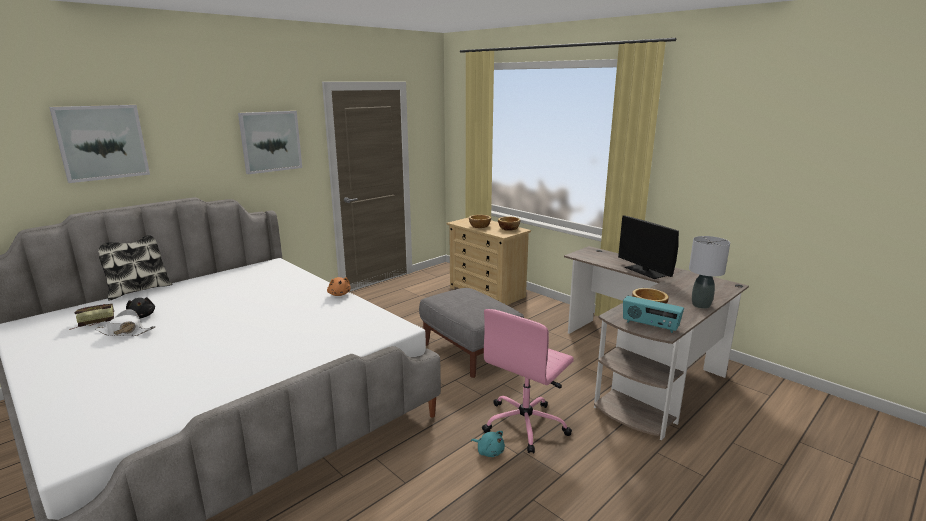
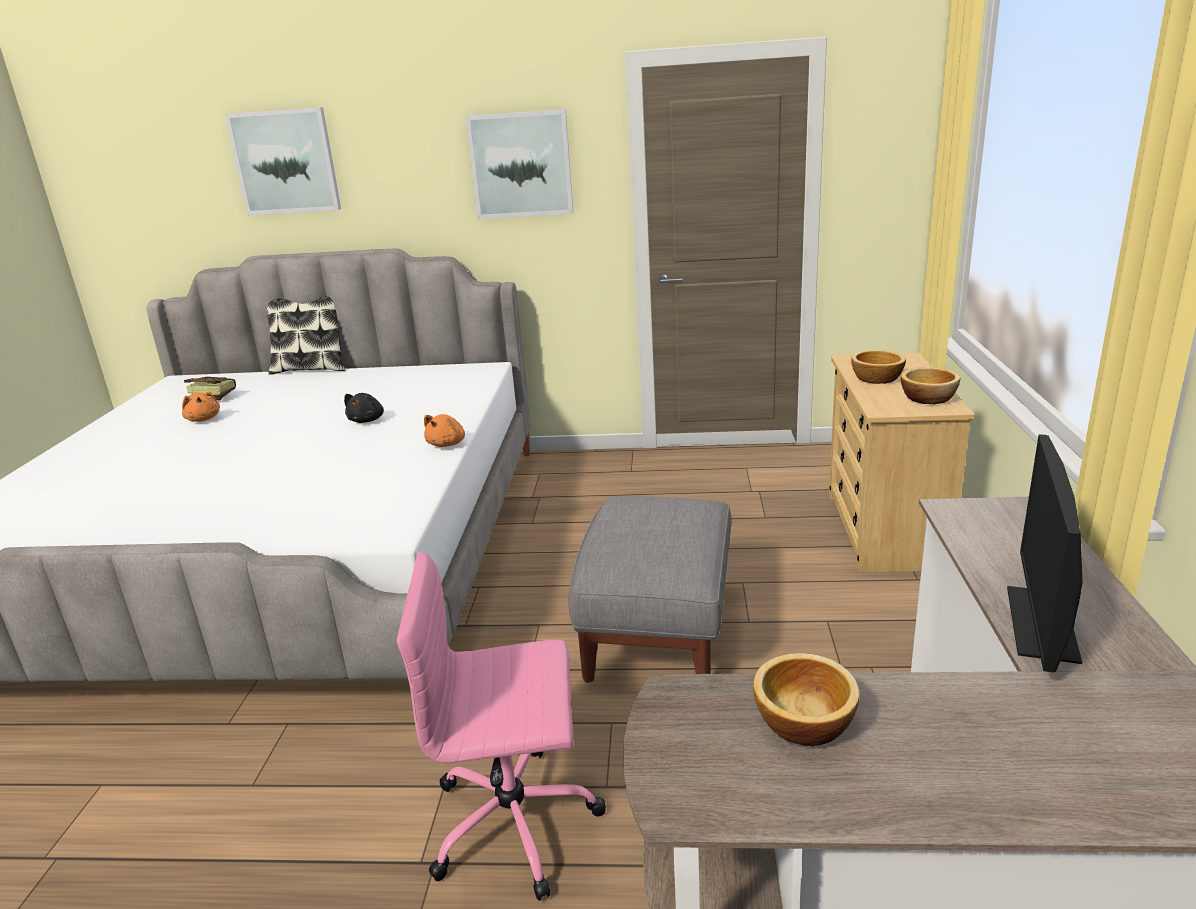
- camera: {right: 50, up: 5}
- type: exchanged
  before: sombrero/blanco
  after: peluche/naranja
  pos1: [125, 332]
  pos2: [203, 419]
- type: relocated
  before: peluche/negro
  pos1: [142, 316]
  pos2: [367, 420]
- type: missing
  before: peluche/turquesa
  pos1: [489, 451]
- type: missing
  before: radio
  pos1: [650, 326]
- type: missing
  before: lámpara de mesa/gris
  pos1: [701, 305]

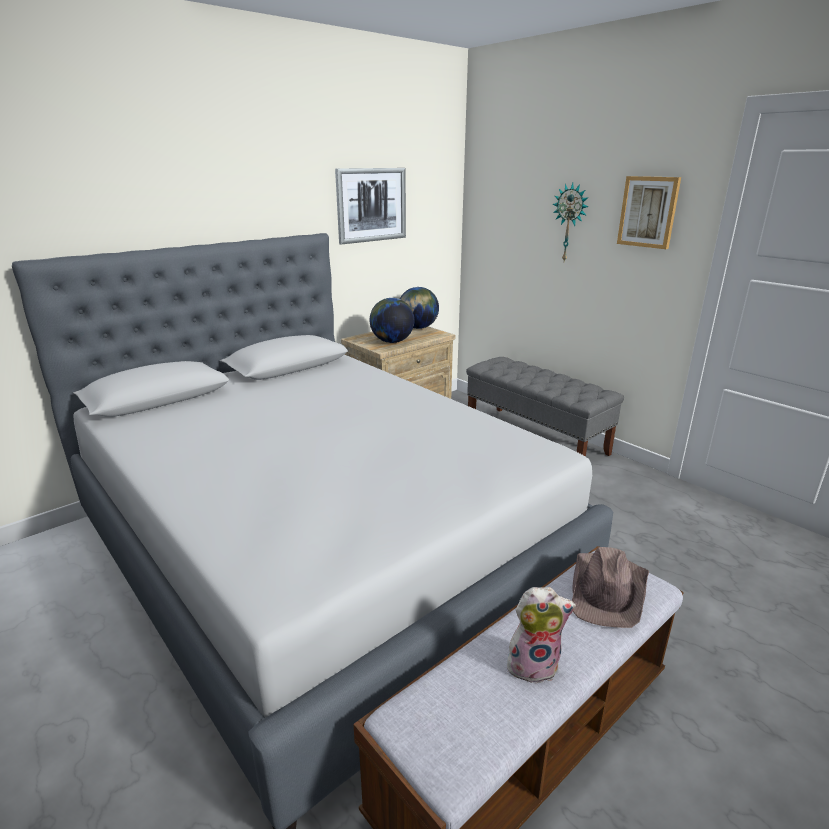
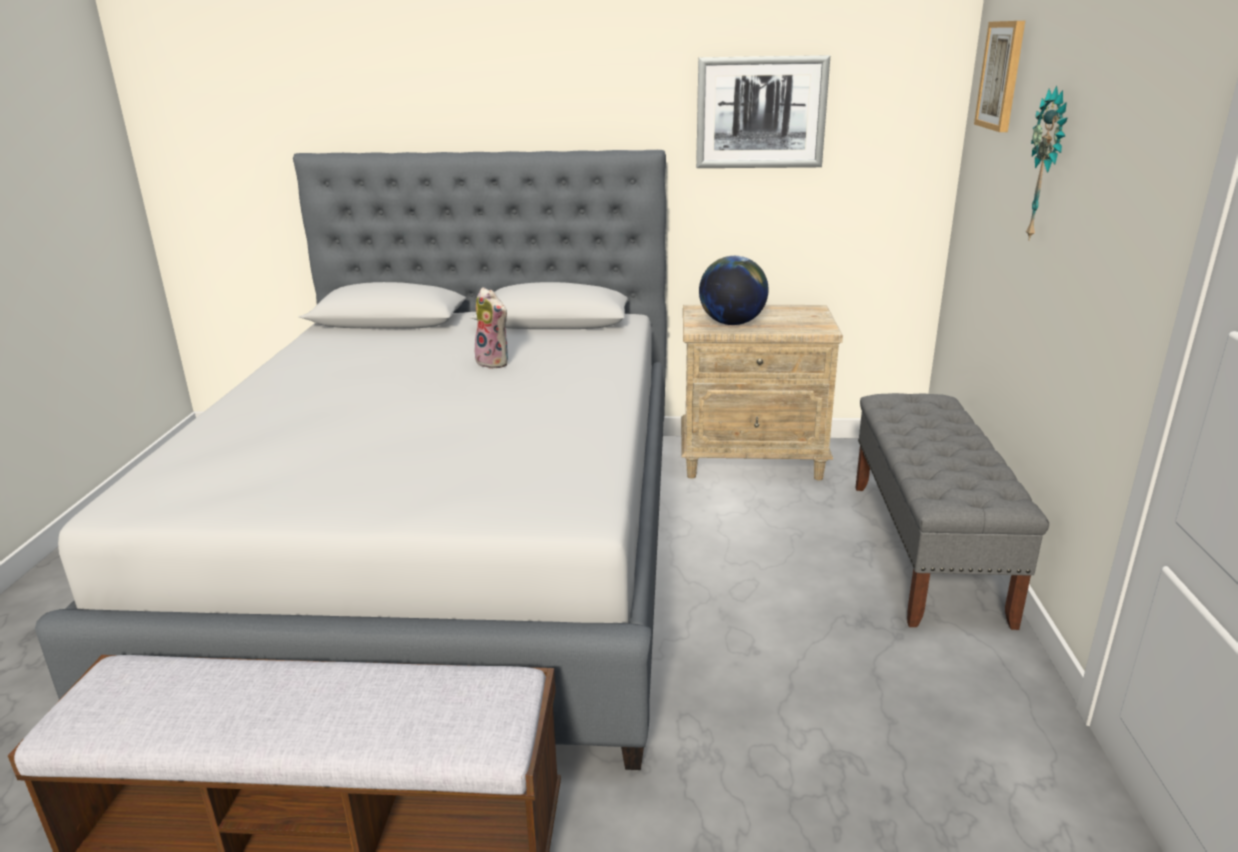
- camera: {right: 45, up: 0}
- type: relocated
  before: peluche
  pos1: [533, 664]
  pos2: [495, 362]
- type: relocated
  before: cuadro
  pos1: [648, 212]
  pos2: [1001, 75]
- type: missing
  before: globo terráqueo
  pos1: [418, 328]
- type: missing
  before: sombrero/marrón
  pos1: [608, 590]

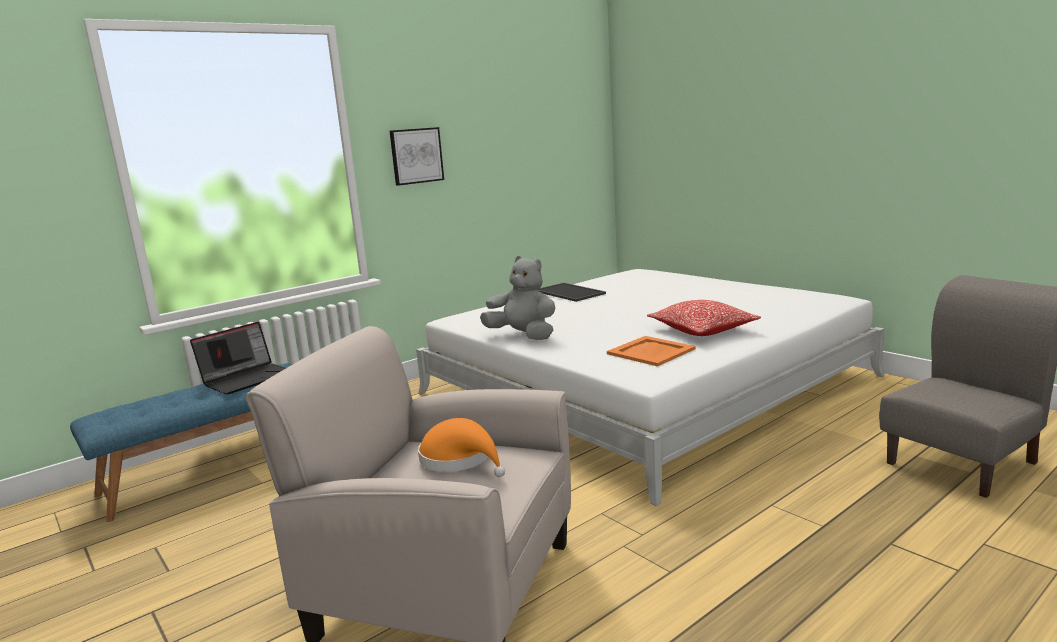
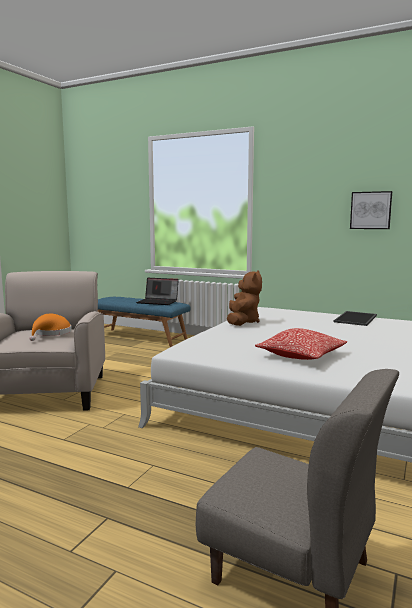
- camera: {right: 65, up: -5}
- type: colour
  before: peluche/gris
  after: peluche/marrón
  pos1: [523, 336]
  pos2: [242, 322]
- type: relocated
  before: cuadro
  pos1: [416, 156]
  pos2: [370, 210]
- type: missing
  before: bandeja/naranja
  pos1: [650, 351]

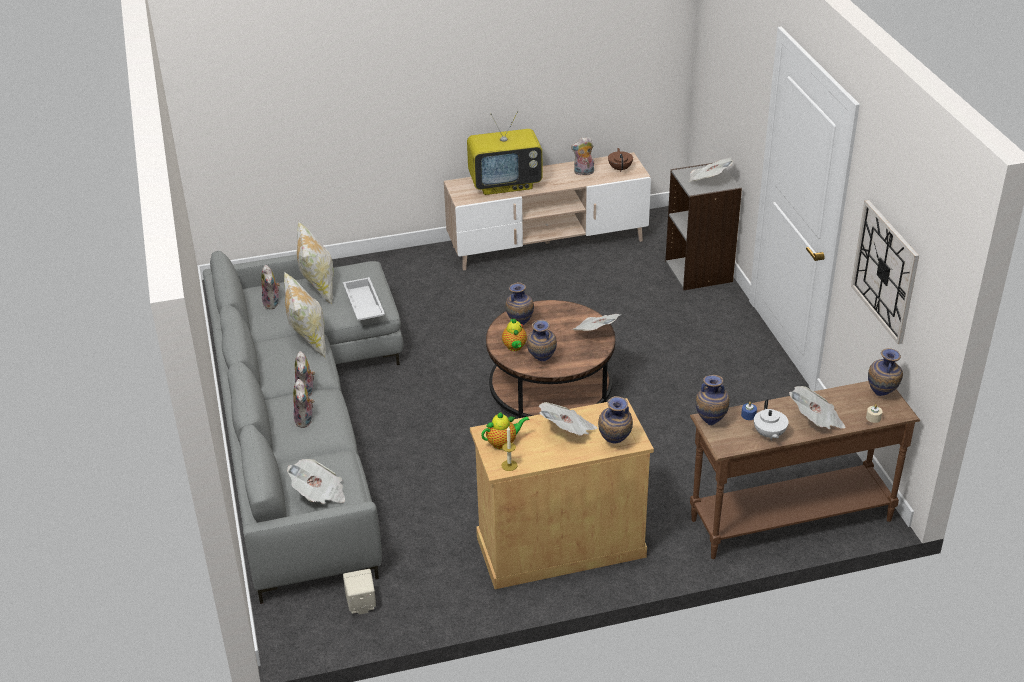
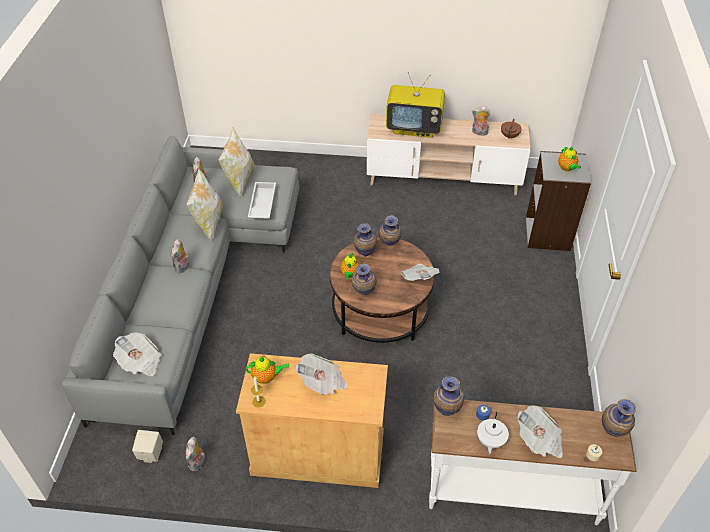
- camera: {right: 20, up: 10}
- type: relocated
  before: peluche
  pos1: [305, 420]
  pos2: [197, 463]
- type: relocated
  before: florero
  pos1: [614, 444]
  pos2: [389, 245]
- type: colour
  before: mesa consola/marrón
  after: mesa consola/blanco
  pos1: [790, 518]
  pos2: [512, 491]
- type: exchanged
  before: periódico
  after: tetera
  pos1: [708, 180]
  pos2: [567, 168]
- type: missing
  before: reloj de pared
  pos1: [885, 271]

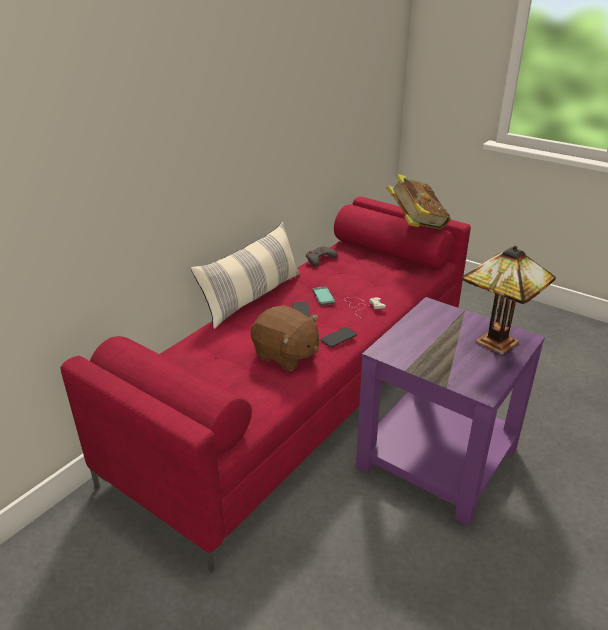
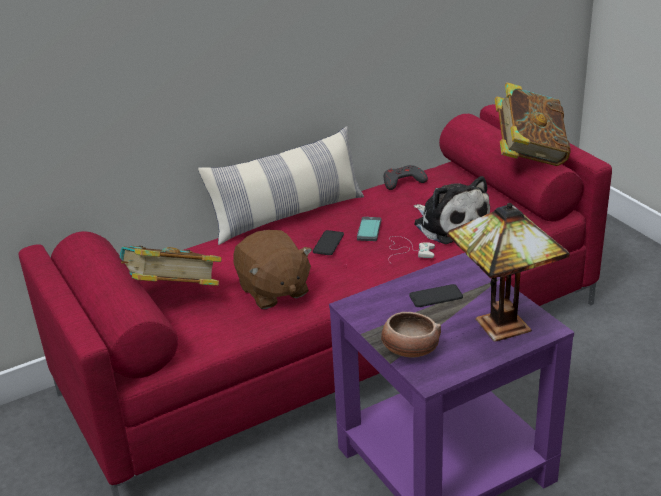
- camera: {right: 25, up: 0}
- type: appeared
  after: libro
  pos2: [171, 296]
- type: appeared
  after: cuenco
  pos2: [409, 350]
- type: relocated
  before: móvil
  pos1: [338, 337]
  pos2: [436, 296]
- type: appeared
  after: peluche
  pos2: [449, 223]

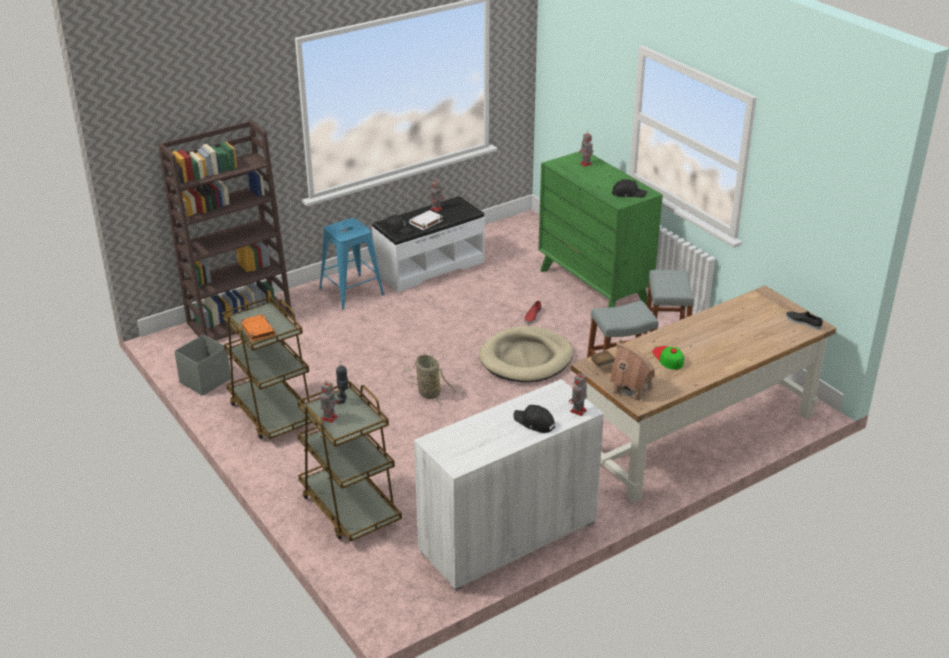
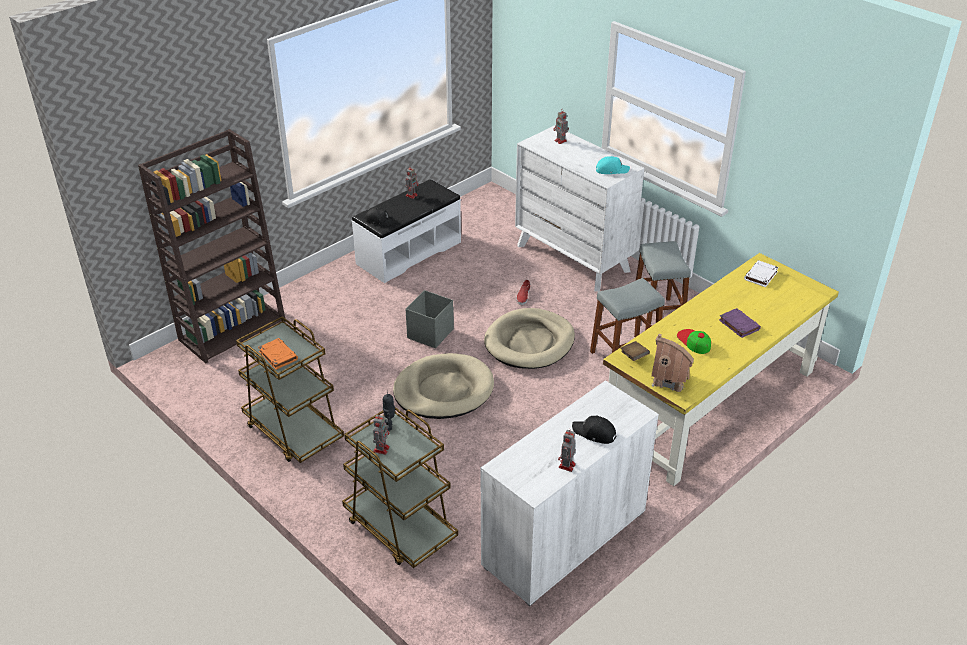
- camera: {right: -10, up: 5}
- type: exchanged
  before: cesta
  after: cama para perro/beis
  pos1: [427, 392]
  pos2: [443, 390]
- type: relocated
  before: caja de almacenaje/gris
  pos1: [206, 380]
  pos2: [431, 333]
- type: colour
  before: cómoda/verde
  after: cómoda/blanco
  pos1: [594, 286]
  pos2: [573, 258]
- type: relocated
  before: robot de juguete
  pos1: [577, 411]
  pos2: [566, 466]
- type: colour
  before: gorra/negro
  after: gorra/turquesa
  pos1: [628, 193]
  pos2: [611, 170]
- type: colour
  before: escritorio/marrón
  after: escritorio/amarillo
  pos1: [695, 434]
  pos2: [711, 405]
- type: appeared
  after: libro/morado
  pos2: [738, 325]
- type: relocated
  before: libro/blanco
  pos1: [426, 222]
  pos2: [761, 276]
- type: missing
  before: taburete/azul
  pos1: [351, 292]
- type: missing
  before: zapato/negro
  pos1: [803, 322]

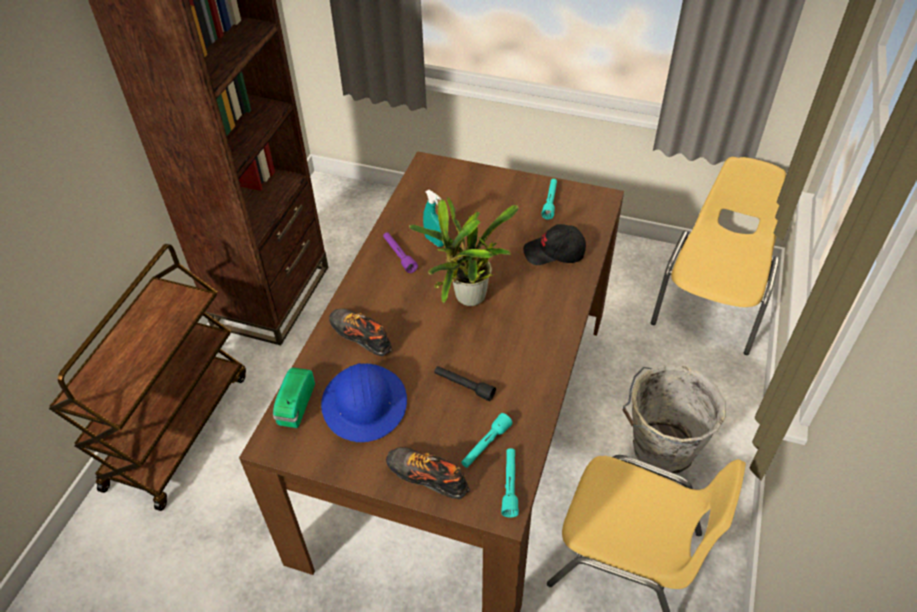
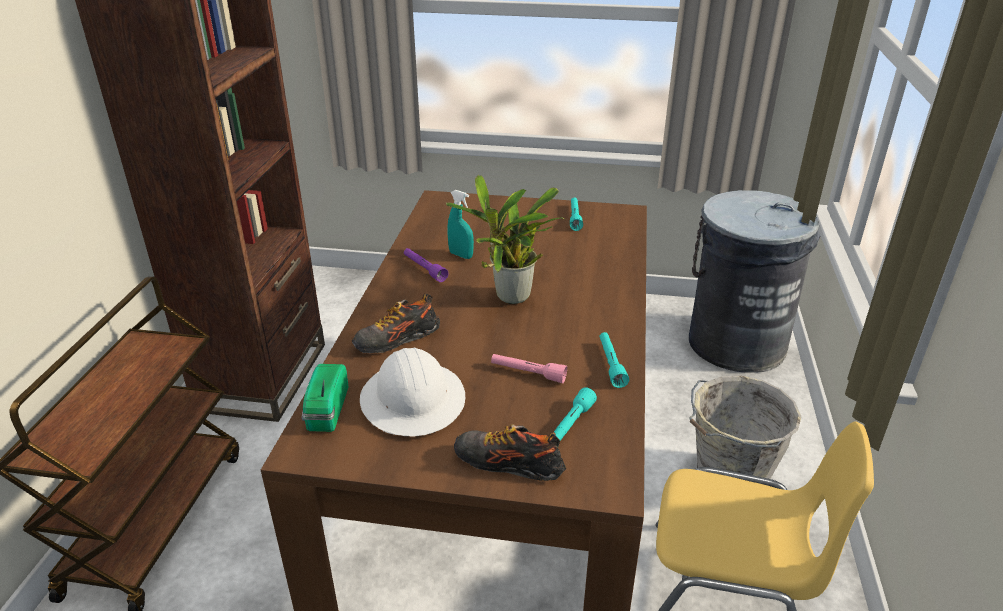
- camera: {right: -10, up: -15}
- type: spun
  before: zapato
  pos1: [362, 336]
  pos2: [396, 339]
  turn: -60
- type: colour
  before: casco/azul
  after: casco/blanco
  pos1: [365, 403]
  pos2: [413, 400]
- type: colour
  before: linterna/negro
  after: linterna/rosa
  pos1: [464, 386]
  pos2: [528, 373]
- type: relocated
  before: linterna/turquesa
  pos1: [510, 485]
  pos2: [611, 364]
- type: exchanged
  before: silla/amarillo
  after: papelera/gris
  pos1: [711, 304]
  pos2: [735, 343]
- type: missing
  before: gorra/negro
  pos1: [554, 253]

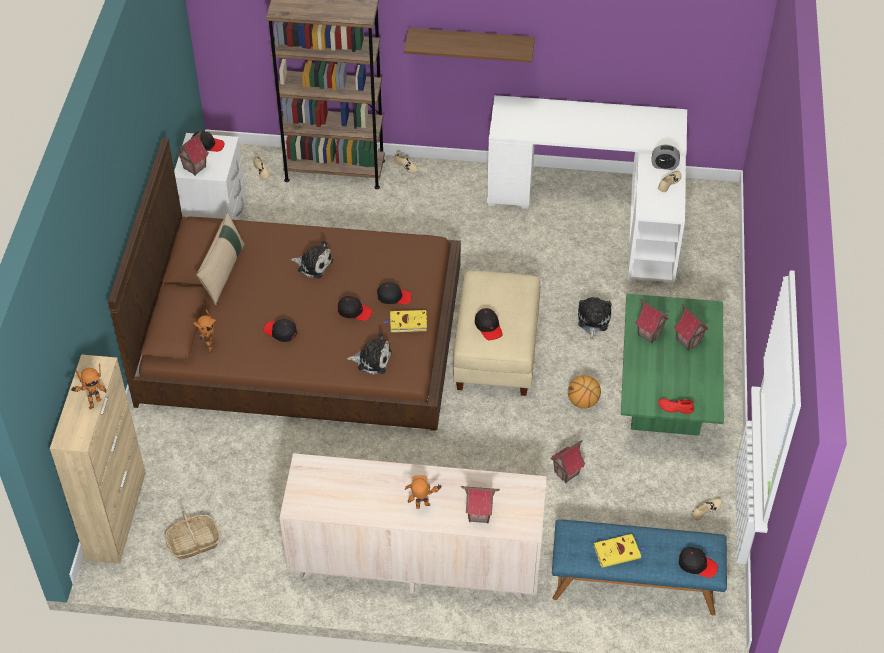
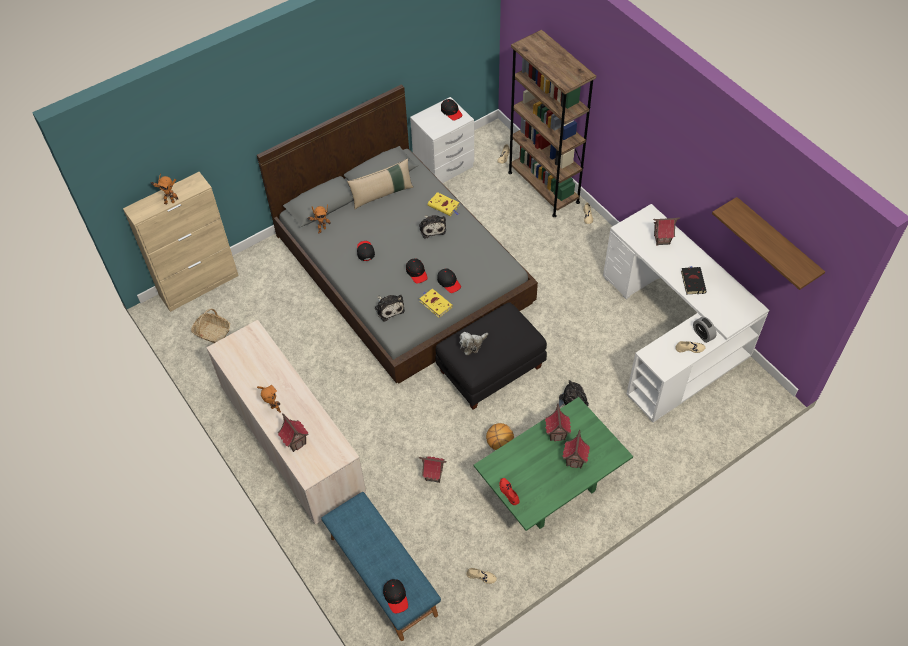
- camera: {right: 50, up: 5}
- type: colour
  before: cama/marrón
  after: cama/gris
  pos1: [301, 335]
  pos2: [402, 268]
- type: relocated
  before: libro/amarillo
  pos1: [618, 552]
  pos2: [444, 206]
- type: colour
  before: puf/beis
  after: puf/negro
  pos1: [495, 351]
  pos2: [490, 368]
- type: exchanged
  before: gorra/negro
  after: peluche
  pos1: [488, 327]
  pos2: [472, 345]
- type: relocated
  before: casita
  pos1: [194, 167]
  pos2: [661, 239]
- type: appeared
  after: libro/negro
  pos2: [692, 281]
- type: relocated
  before: estante
  pos1: [471, 44]
  pos2: [776, 242]

